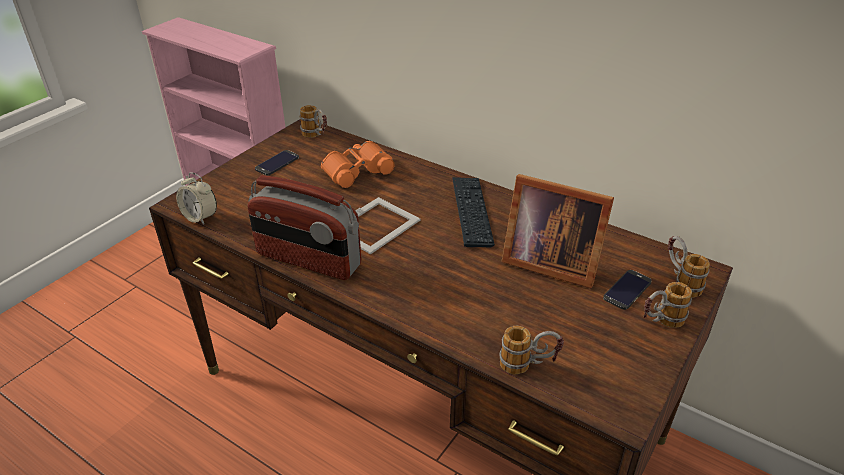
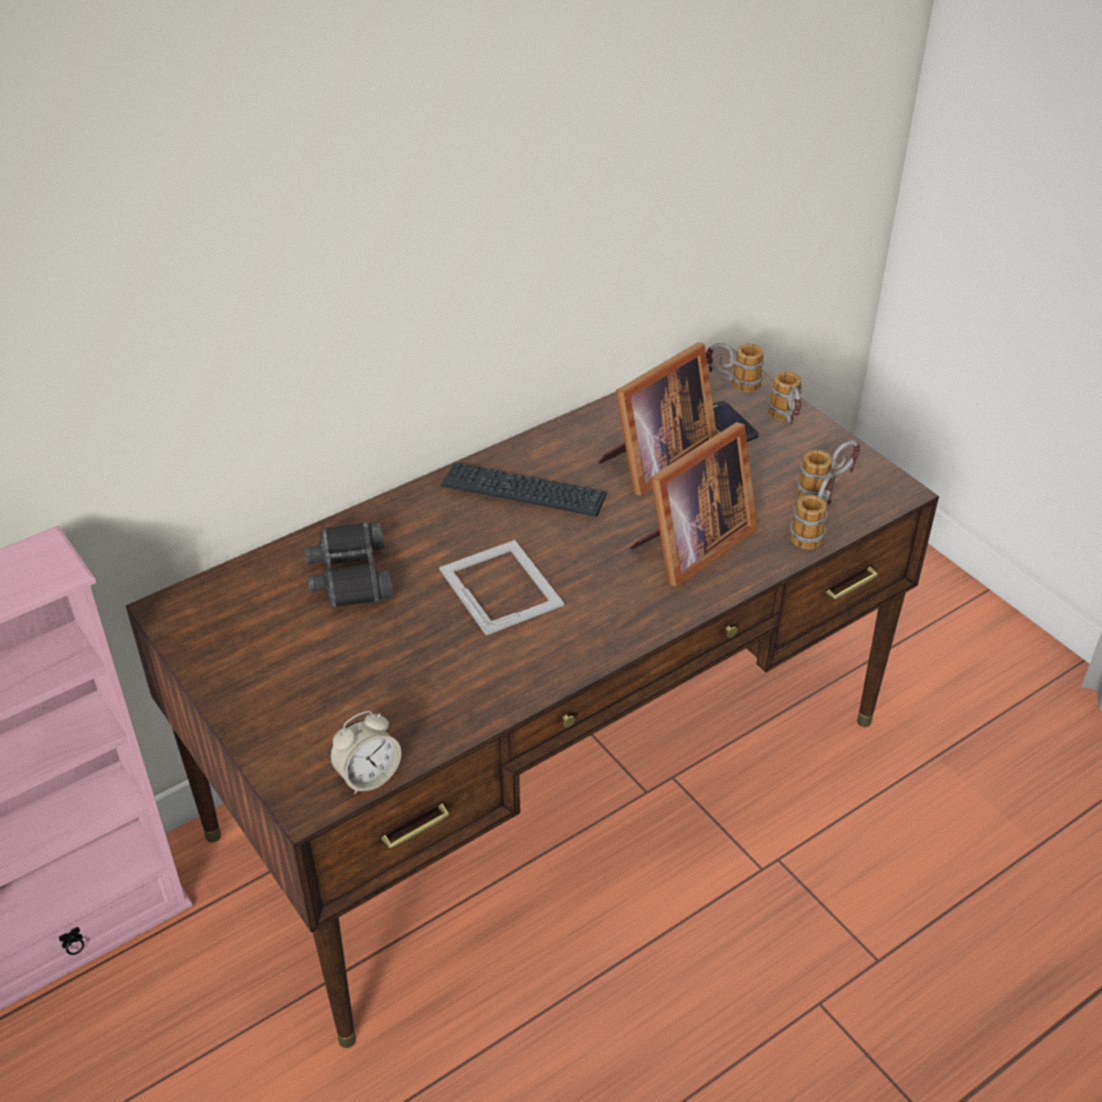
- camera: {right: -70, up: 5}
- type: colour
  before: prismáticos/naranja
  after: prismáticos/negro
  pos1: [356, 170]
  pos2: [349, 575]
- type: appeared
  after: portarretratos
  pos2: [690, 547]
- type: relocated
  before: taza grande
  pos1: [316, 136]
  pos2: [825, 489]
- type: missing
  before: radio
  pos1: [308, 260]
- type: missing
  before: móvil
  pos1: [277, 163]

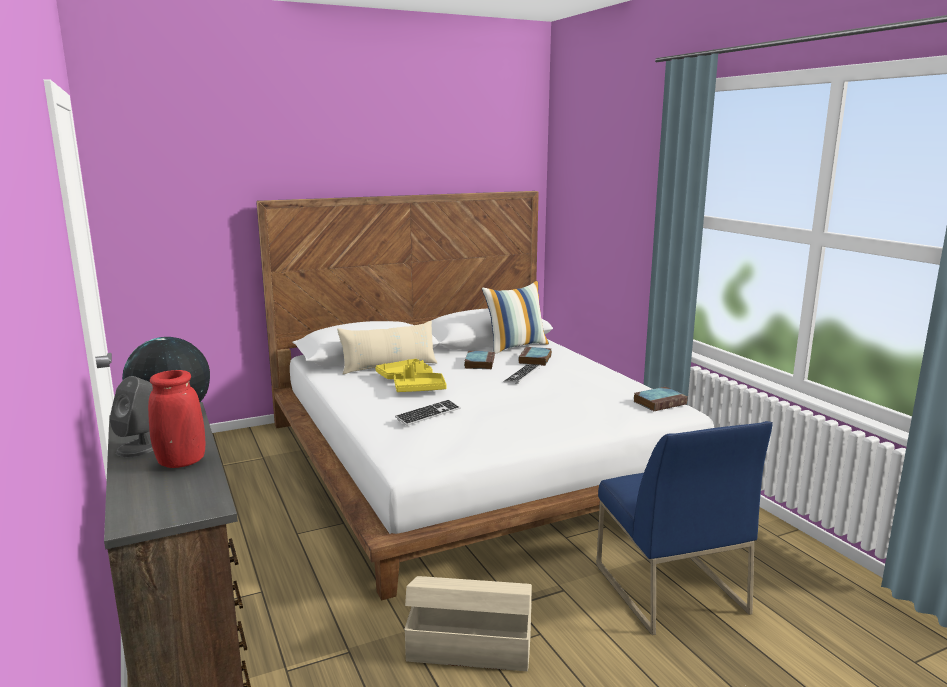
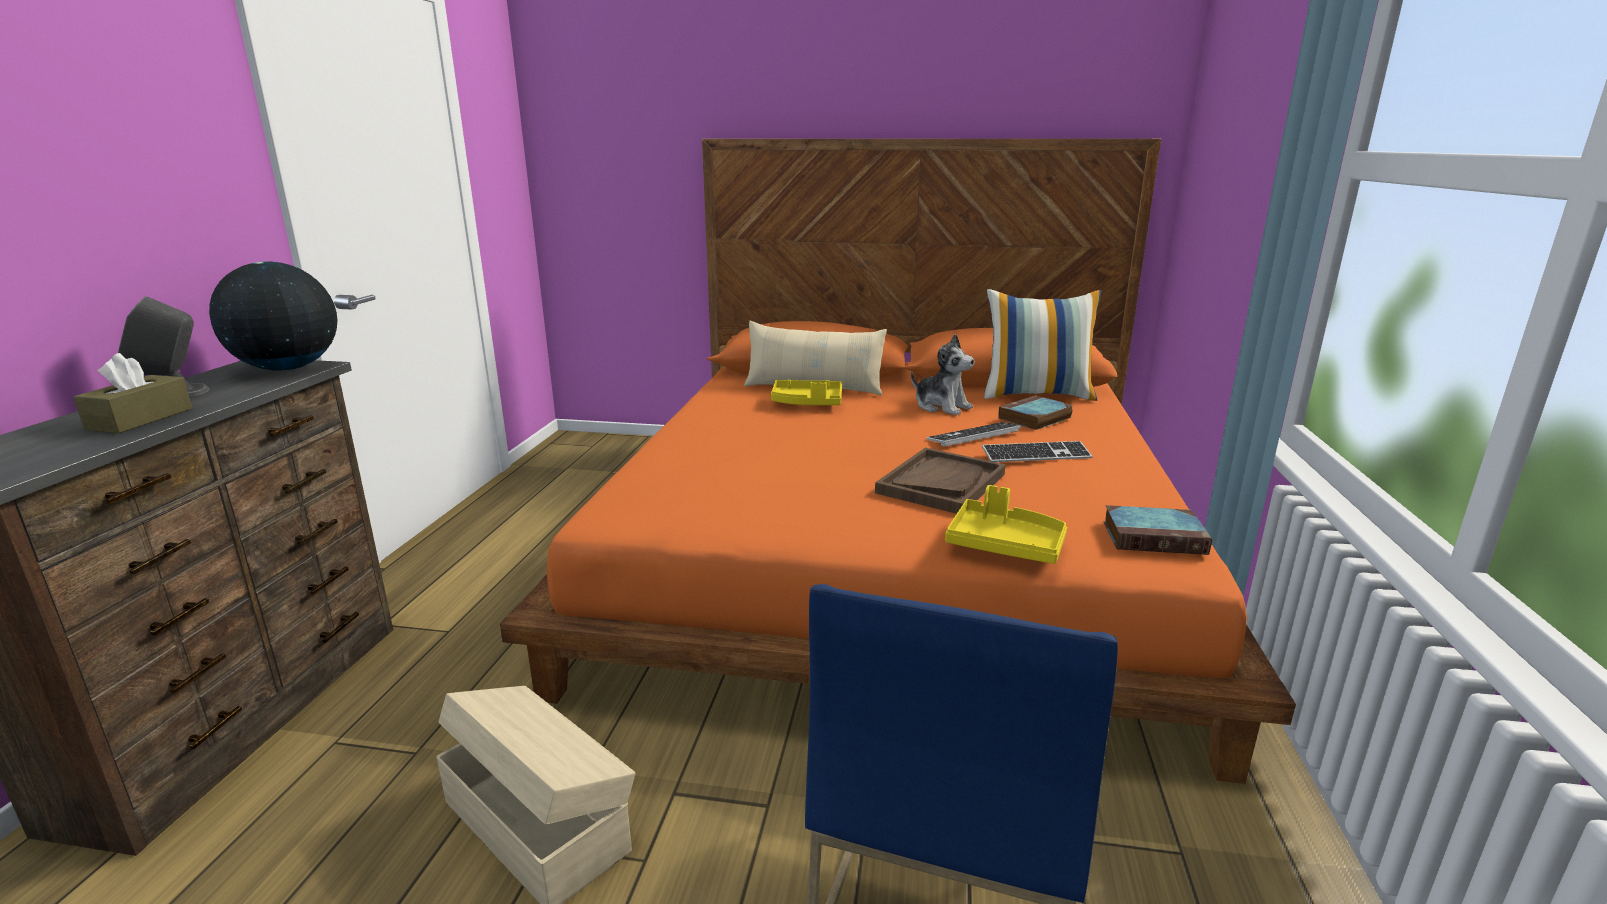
- camera: {right: 35, up: 5}
- type: exchanged
  before: florero/rojo
  after: caja de pañuelos/marrón
  pos1: [181, 462]
  pos2: [140, 419]
- type: colour
  before: cama/blanco
  after: cama/naranja
  pos1: [476, 460]
  pos2: [892, 553]
- type: appeared
  after: bandeja/marrón
  pos2: [941, 483]
- type: exchanged
  before: libro
  after: peluche
  pos1: [479, 363]
  pos2: [942, 406]
- type: relocated
  before: bandeja/amarillo
  pos1: [419, 389]
  pos2: [1005, 545]
- type: relocated
  before: teclado
  pos1: [428, 414]
  pos2: [1036, 455]

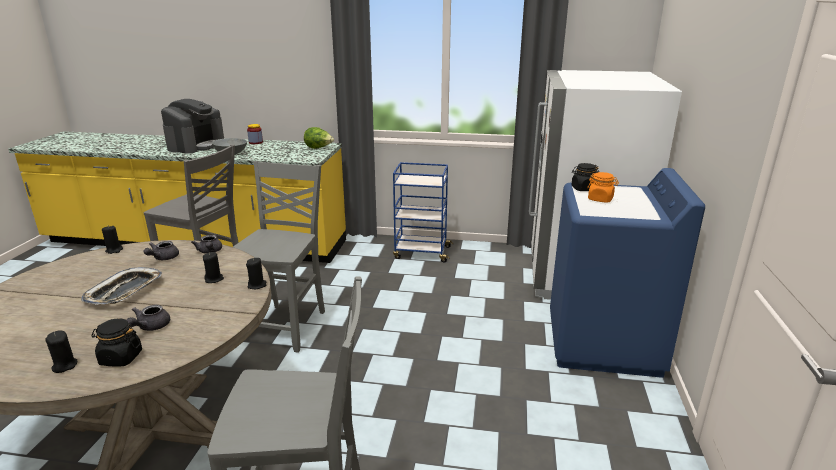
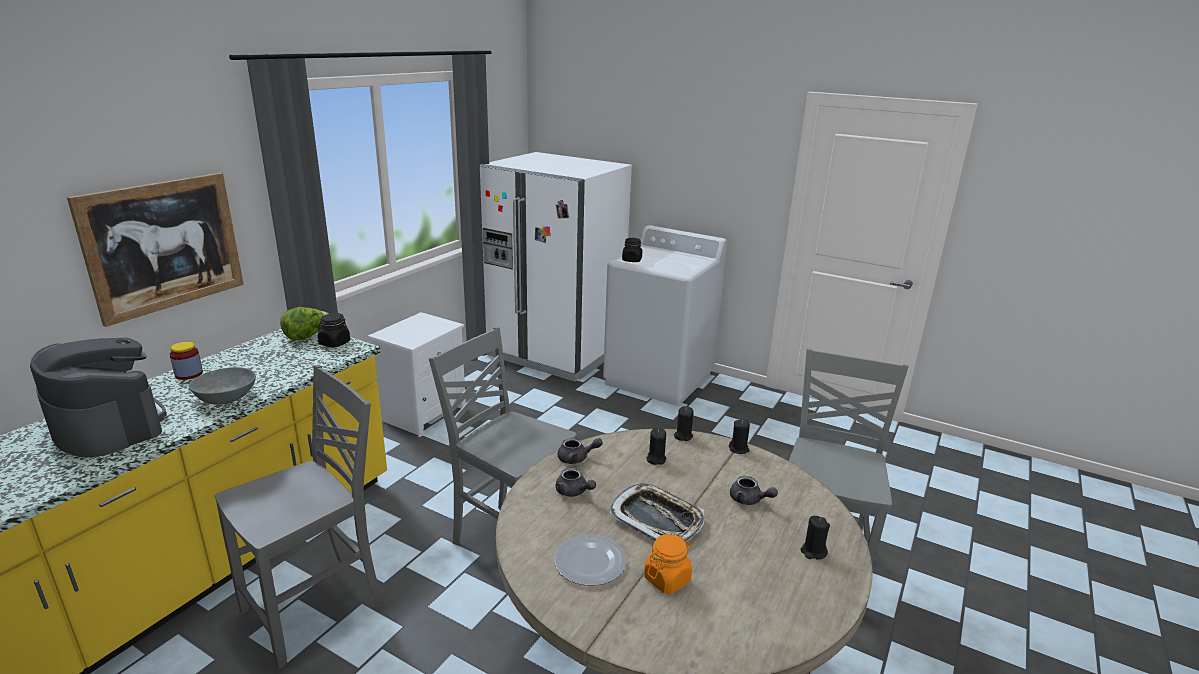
- camera: {right: -70, up: 0}
- type: appeared
  after: cuadro
  pos2: [164, 245]
- type: relocated
  before: tarro/negro
  pos1: [120, 358]
  pos2: [334, 343]
- type: exchanged
  before: carrito/azul
  after: mesita de noche/blanco
  pos1: [421, 252]
  pos2: [424, 413]
- type: appeared
  after: plato
  pos2: [590, 563]
- type: colour
  before: lavadora/azul
  after: lavadora/blanco
  pos1: [603, 343]
  pos2: [659, 379]
- type: relocated
  before: tarro/naranja
  pos1: [600, 199]
  pos2: [667, 579]
- type: relocated
  before: vela/negro
  pos1: [114, 250]
  pos2: [739, 449]

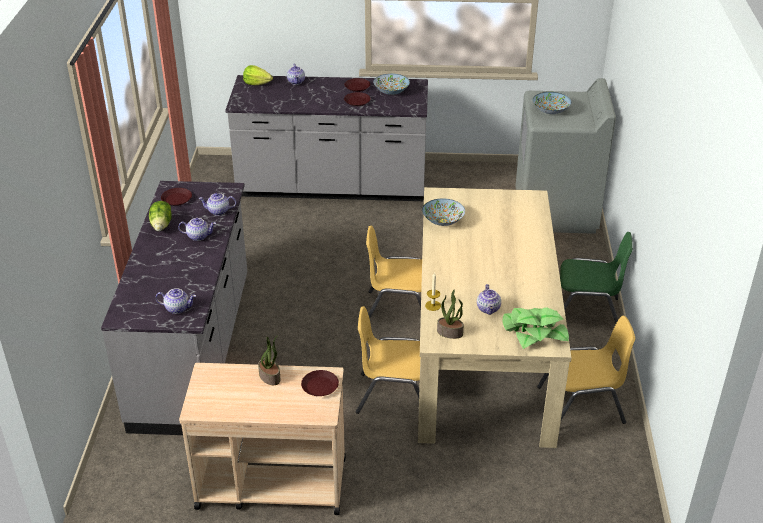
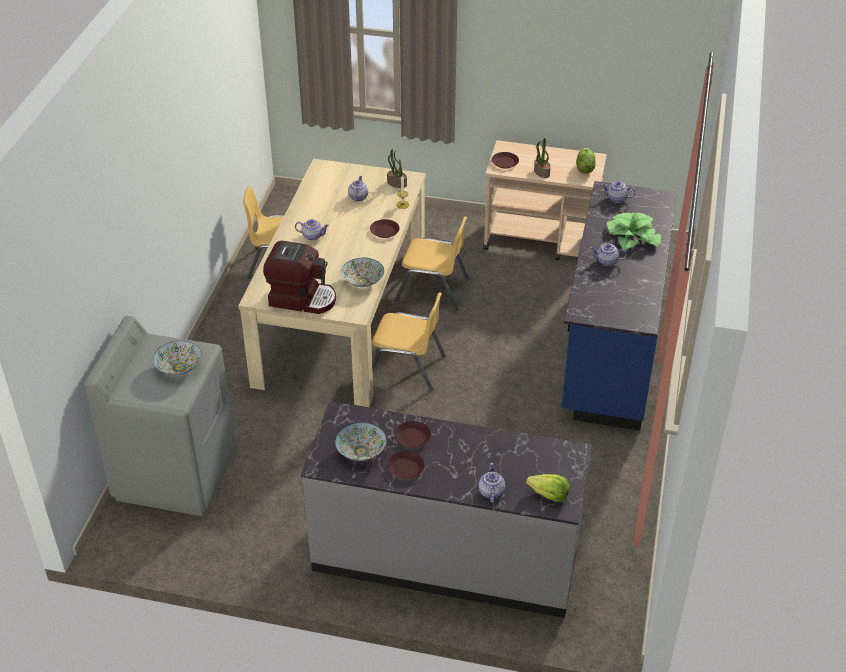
- camera: {right: -170, up: 5}
- type: appeared
  after: cafetera
  pos2: [302, 298]
- type: relocated
  before: tetera
  pos1: [218, 211]
  pos2: [313, 236]
- type: relocated
  before: plato/marrón
  pos1: [177, 199]
  pos2: [384, 231]
- type: colour
  before: mueble bajo de cocina/gris
  after: mueble bajo de cocina/azul
  pos1: [194, 351]
  pos2: [610, 348]
- type: relocated
  before: lechuga
  pos1: [162, 225]
  pos2: [584, 168]
- type: relocated
  before: planta en maceta
  pos1: [534, 332]
  pos2: [632, 237]
- type: missing
  before: silla/verde
  pos1: [586, 312]

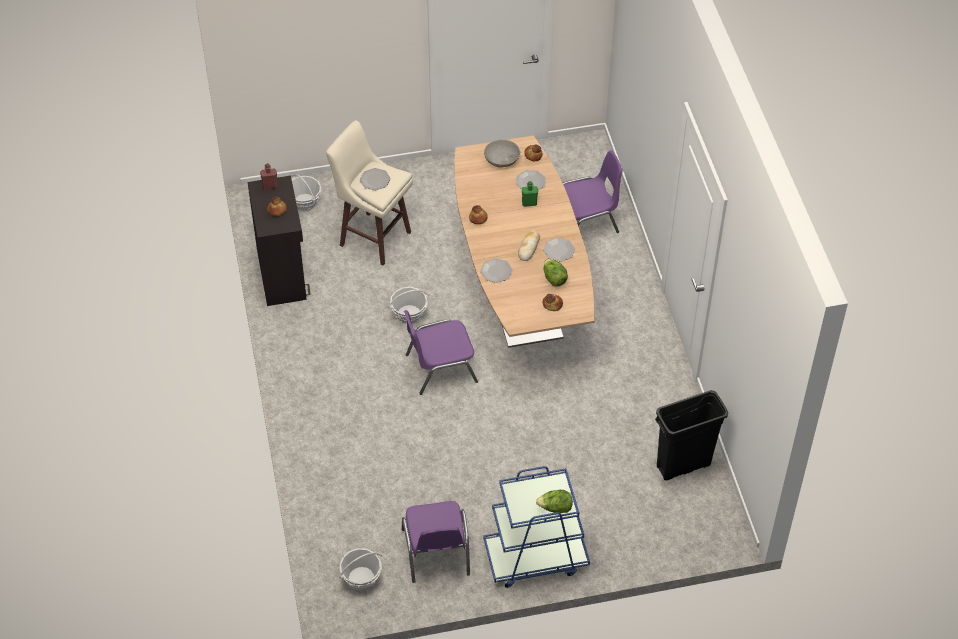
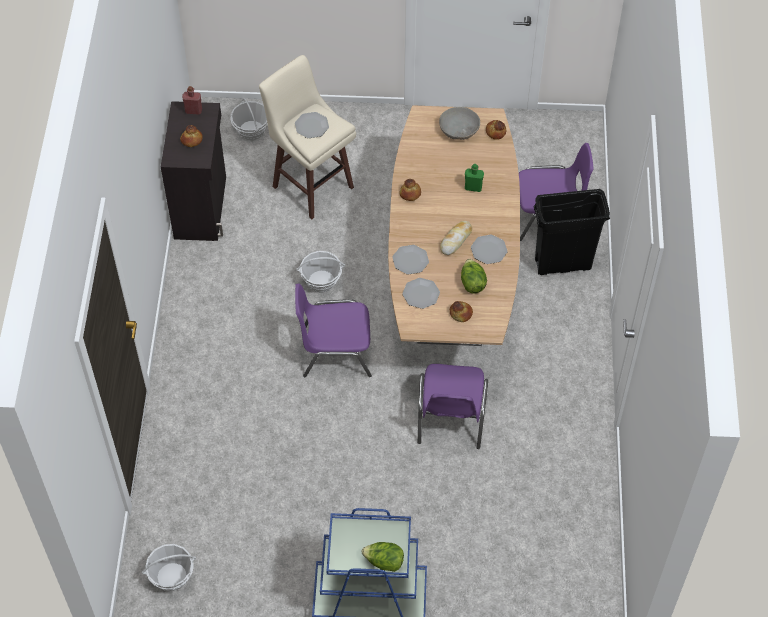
- camera: {right: 15, up: 5}
- type: relocated
  before: plato
  pos1: [530, 182]
  pos2: [421, 294]
- type: relocated
  before: silla/morado
  pos1: [436, 553]
  pos2: [450, 418]
- type: relocated
  before: papelera/negro
  pos1: [683, 465]
  pos2: [562, 264]

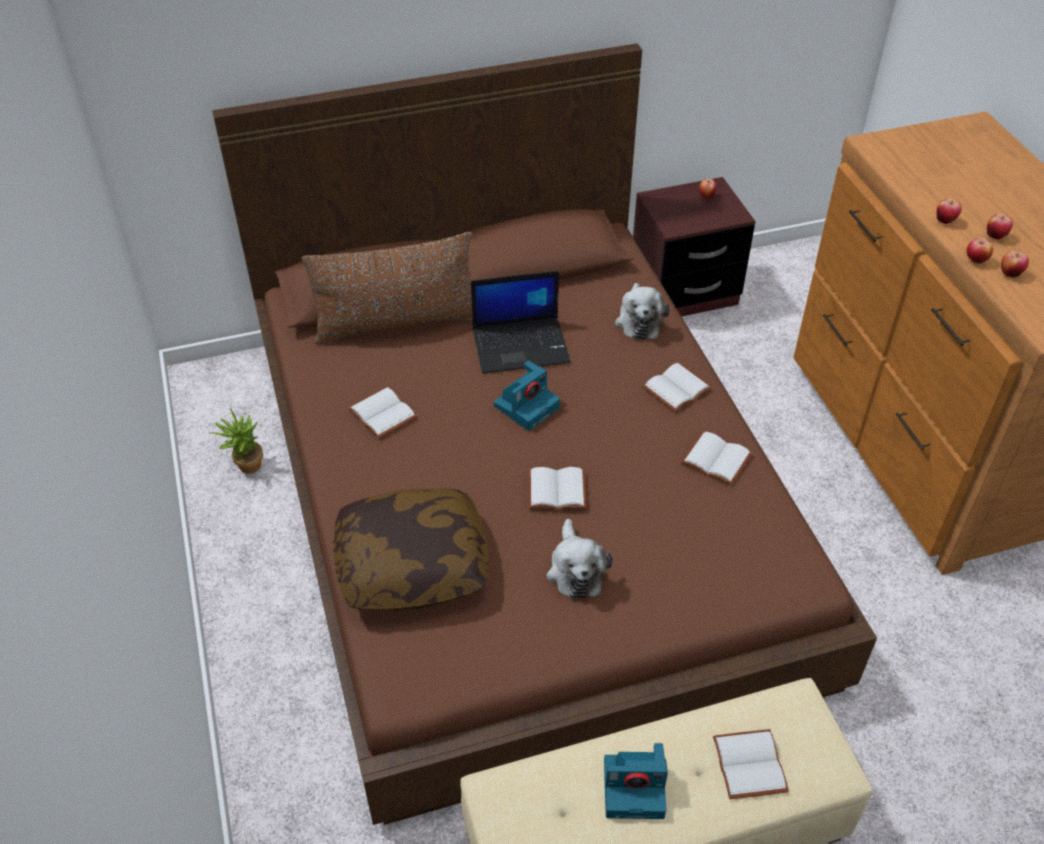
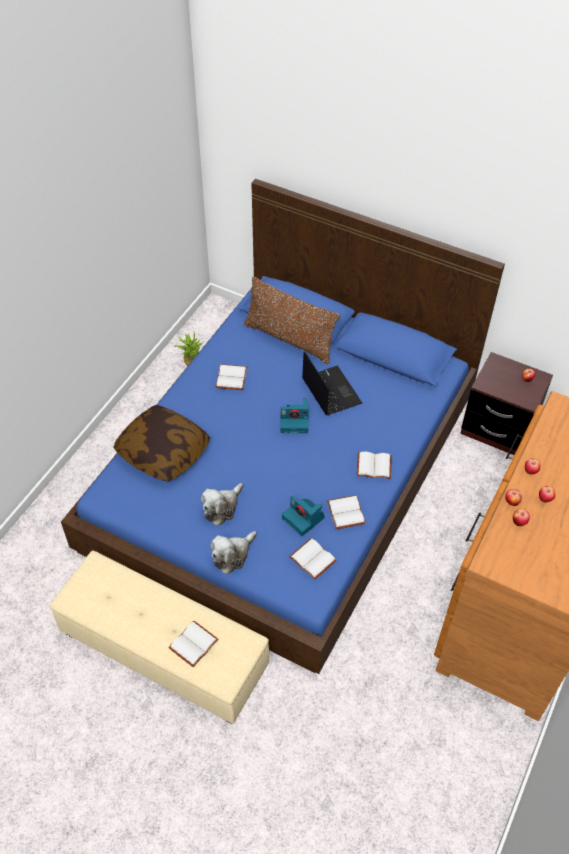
- camera: {right: 45, up: 5}
- type: colour
  before: cama/marrón
  after: cama/azul
  pos1: [522, 498]
  pos2: [285, 469]
- type: relocated
  before: peluche
  pos1: [639, 320]
  pos2: [232, 555]
- type: relocated
  before: cámara
  pos1: [635, 787]
  pos2: [304, 518]
- type: relocated
  before: libro/blanco
  pos1: [555, 491]
  pos2: [311, 559]
- type: spun
  before: portátil
  pos1: [521, 345]
  pos2: [330, 391]
  turn: -150

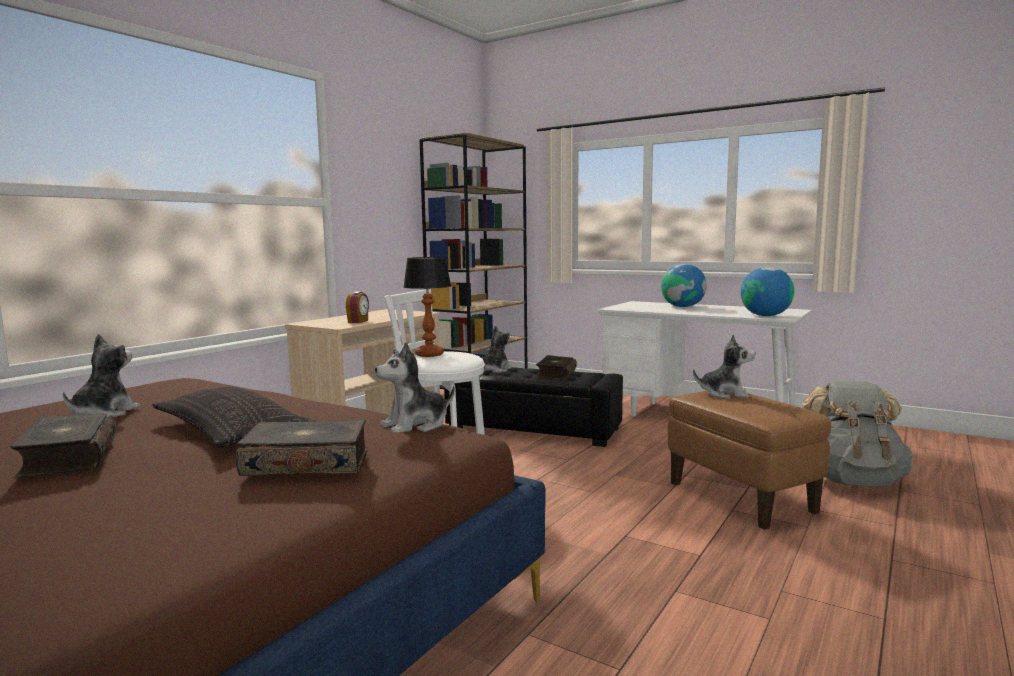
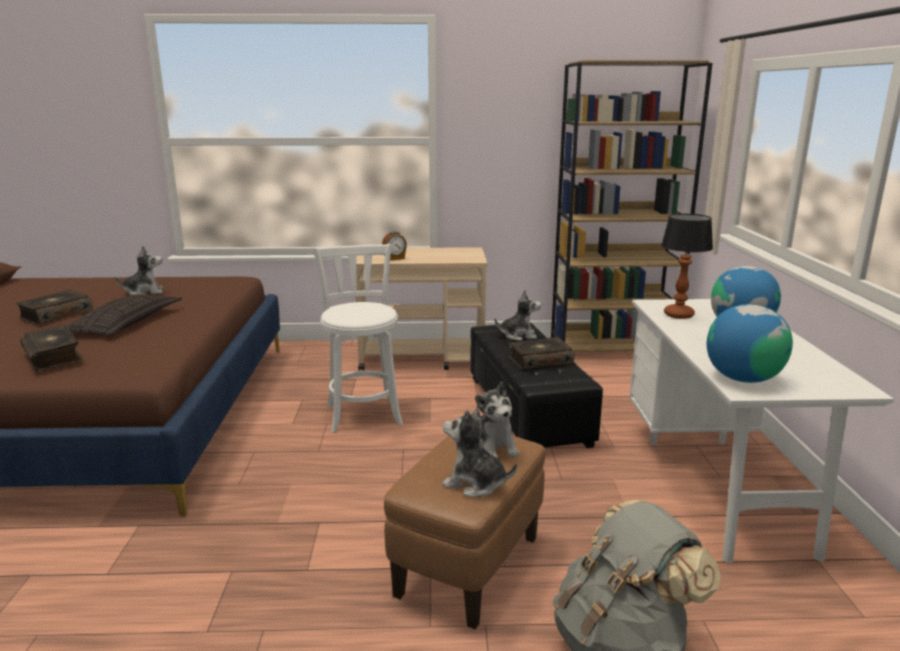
- camera: {right: 55, up: 10}
- type: relocated
  before: peluche
  pos1: [415, 425]
  pos2: [475, 483]
- type: relocated
  before: lámpara de mesa
  pos1: [430, 354]
  pos2: [679, 315]

